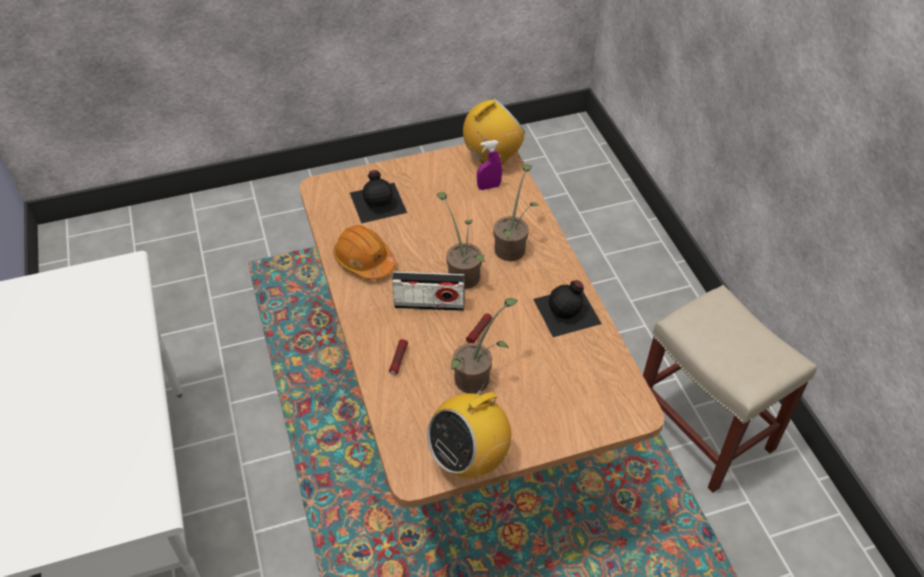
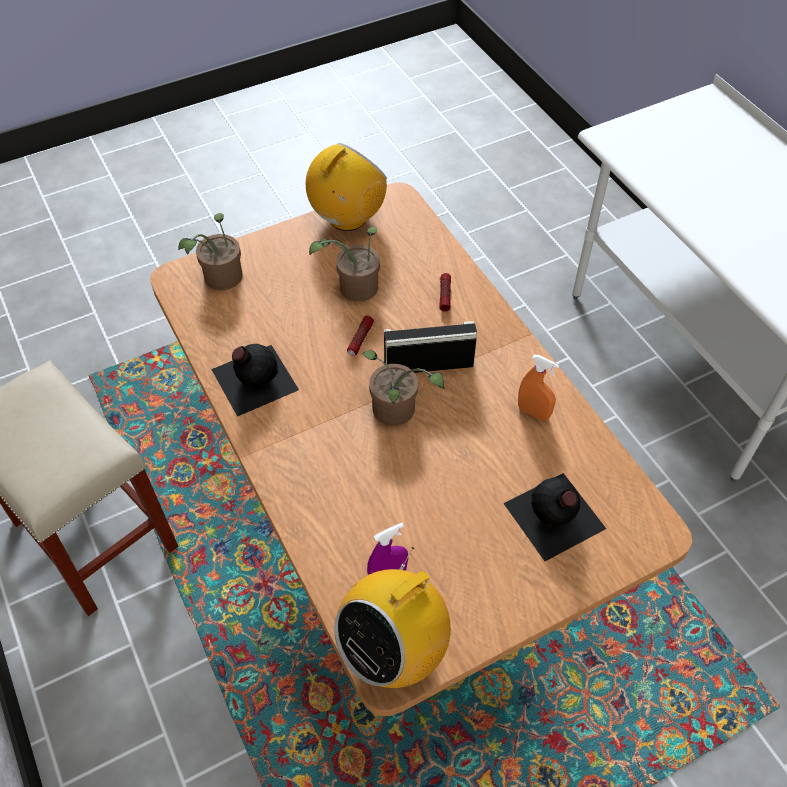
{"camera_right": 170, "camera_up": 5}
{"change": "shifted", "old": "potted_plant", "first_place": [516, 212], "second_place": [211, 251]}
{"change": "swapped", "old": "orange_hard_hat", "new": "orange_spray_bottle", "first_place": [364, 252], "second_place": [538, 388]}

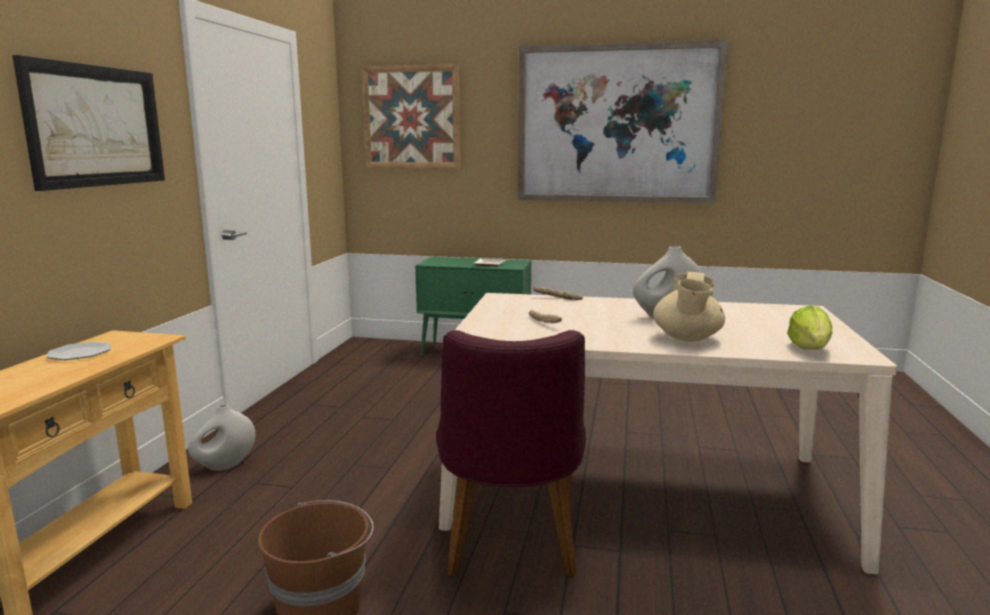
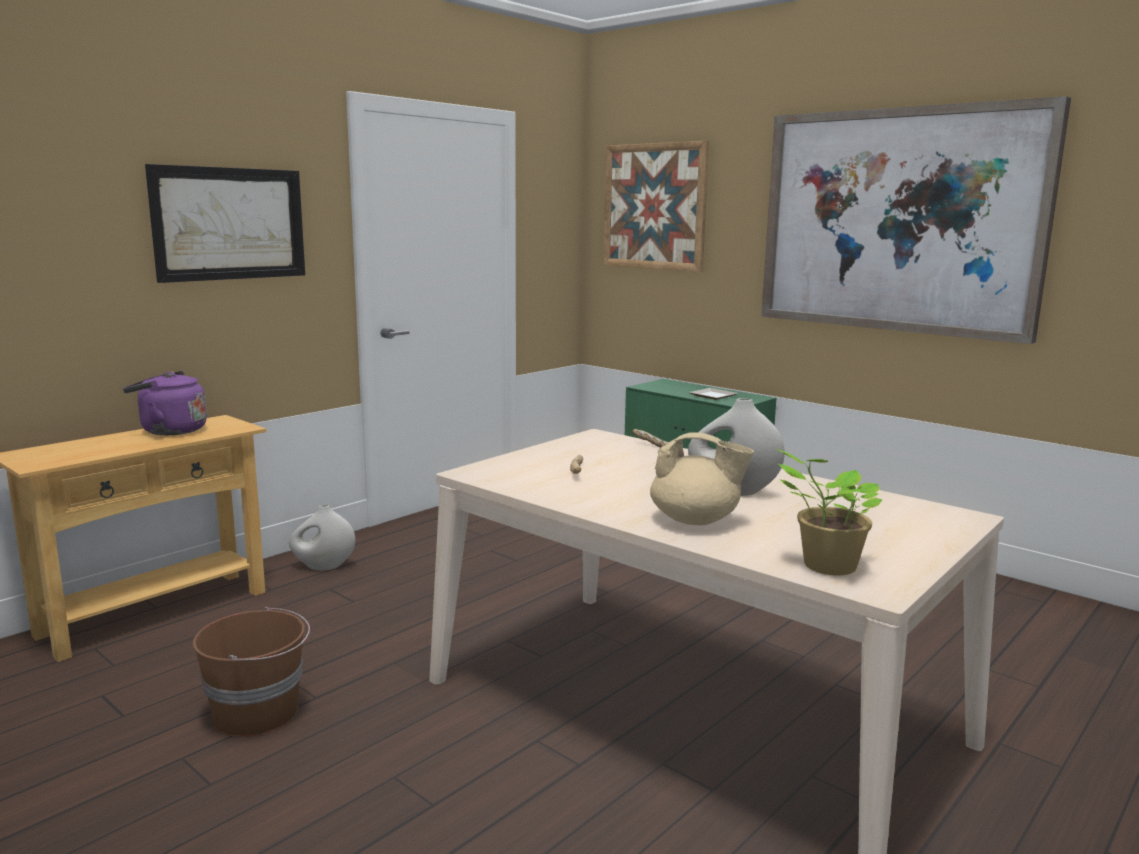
{"camera_right": 30, "camera_up": 0}
{"change": "swapped", "old": "plate", "new": "purple_kettle", "first_place": [79, 350], "second_place": [165, 403]}
{"change": "rotated", "old": "beige_teapot", "first_place": [689, 307], "second_place": [702, 478], "degrees": -120}
{"change": "swapped", "old": "lettuce", "new": "potted_plant", "first_place": [809, 327], "second_place": [830, 512]}
{"change": "gone", "old": "purple_chair", "first_place": [511, 453]}

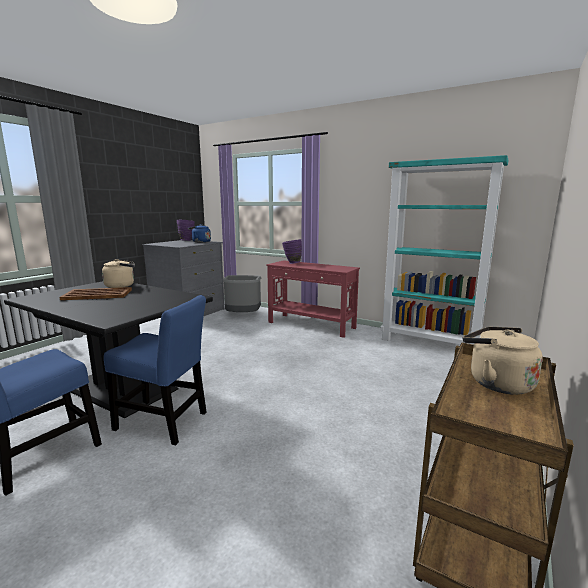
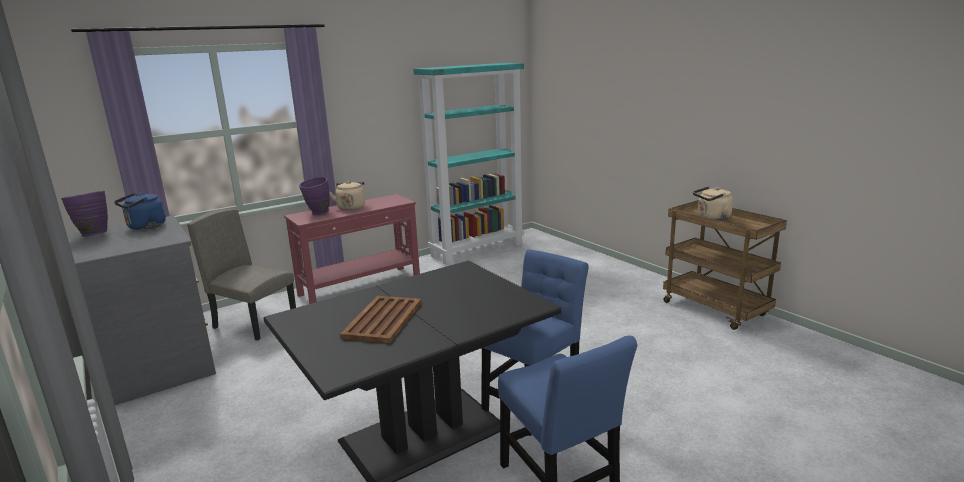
{"camera_right": -65, "camera_up": 5}
{"change": "swapped", "old": "grey_trash_can", "new": "beige_chair", "first_place": [242, 293], "second_place": [241, 274]}
{"change": "shifted", "old": "beige_kettle", "first_place": [118, 273], "second_place": [347, 195]}

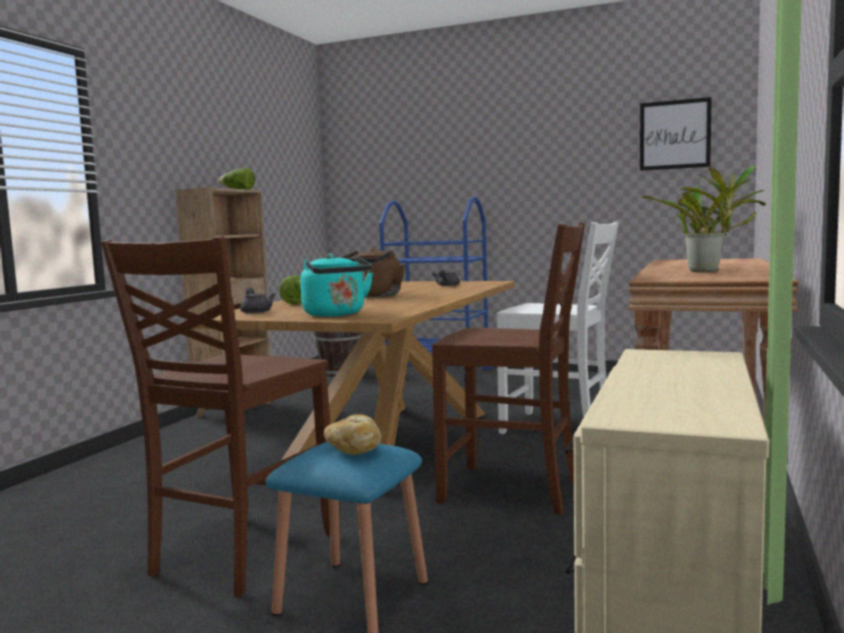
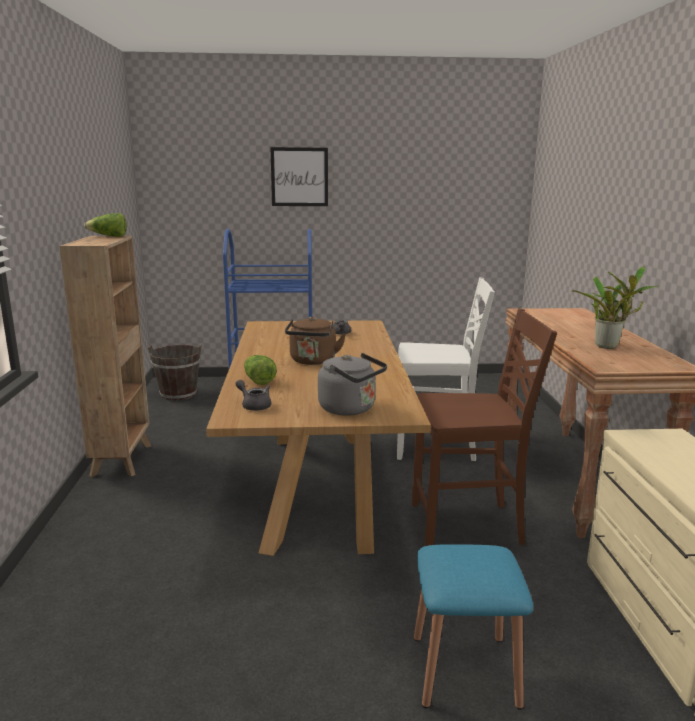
{"camera_right": -25, "camera_up": 10}
{"change": "shifted", "old": "picture", "first_place": [676, 134], "second_place": [299, 176]}
{"change": "repainted", "old": "turquoise_kettle", "new": "grey_kettle", "first_place": [336, 285], "second_place": [352, 384]}
{"change": "gone", "old": "brown_chair", "first_place": [215, 416]}
{"change": "gone", "old": "bread", "first_place": [352, 434]}

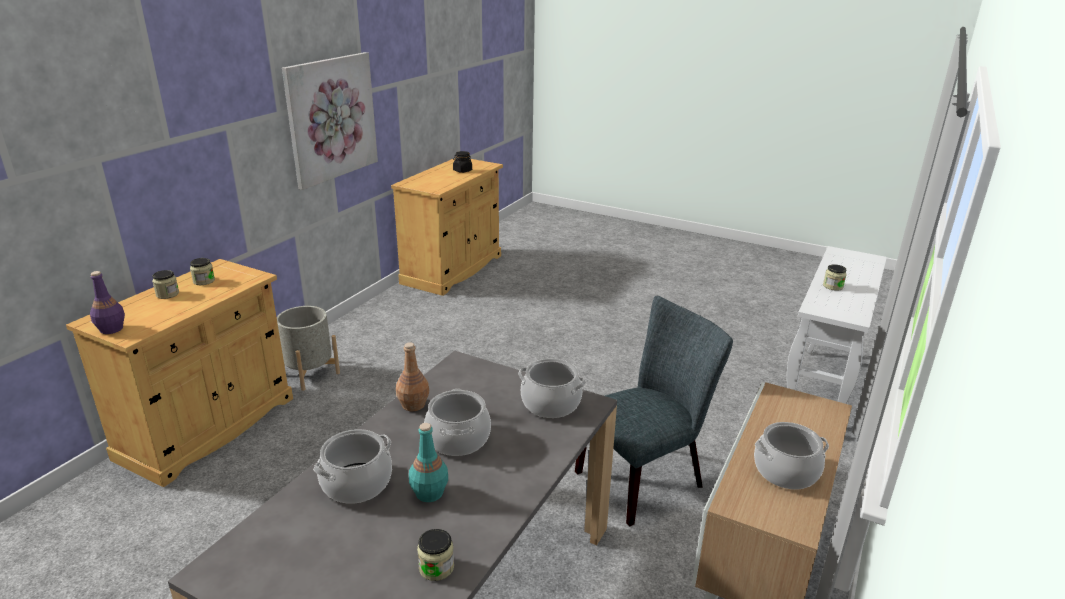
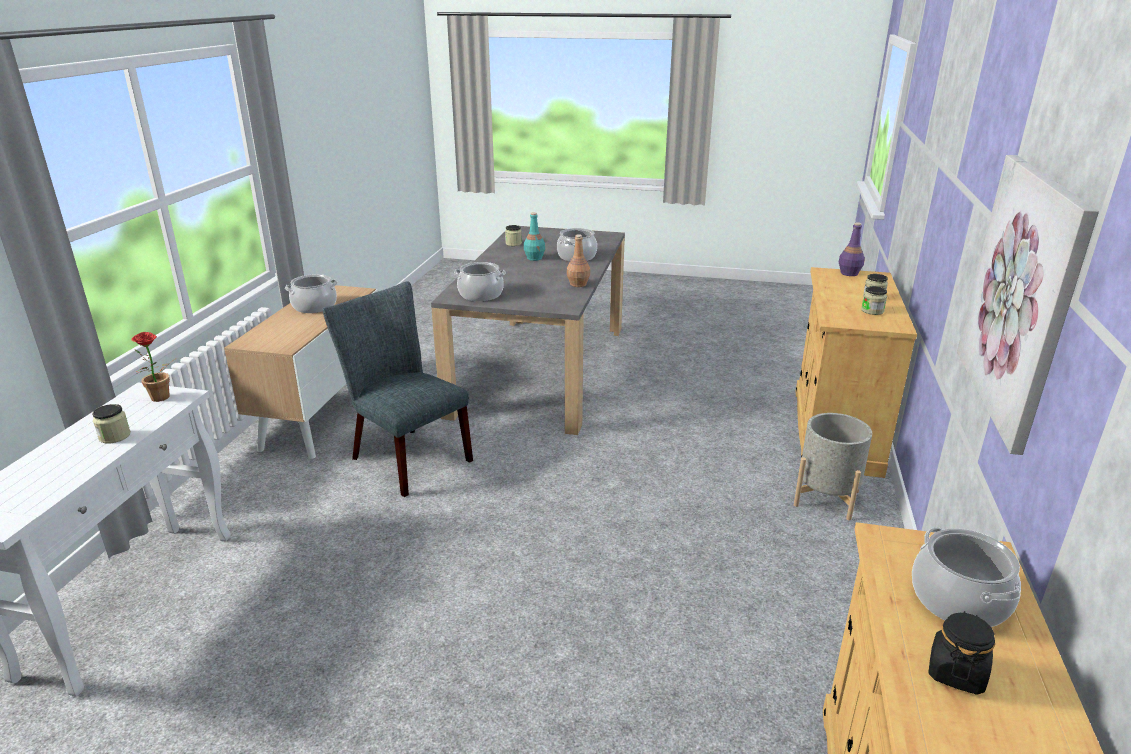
{"camera_right": 165, "camera_up": 0}
{"change": "new", "new": "potted_plant", "second_place": [154, 367]}
{"change": "rotated", "old": "grey_chair", "first_place": [654, 411], "second_place": [397, 389], "degrees": 90}
{"change": "shifted", "old": "cooking_pot", "first_place": [457, 422], "second_place": [966, 577]}

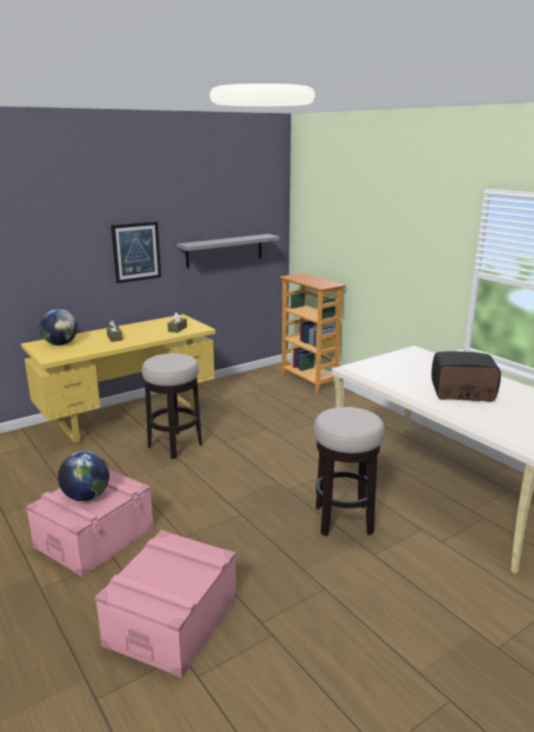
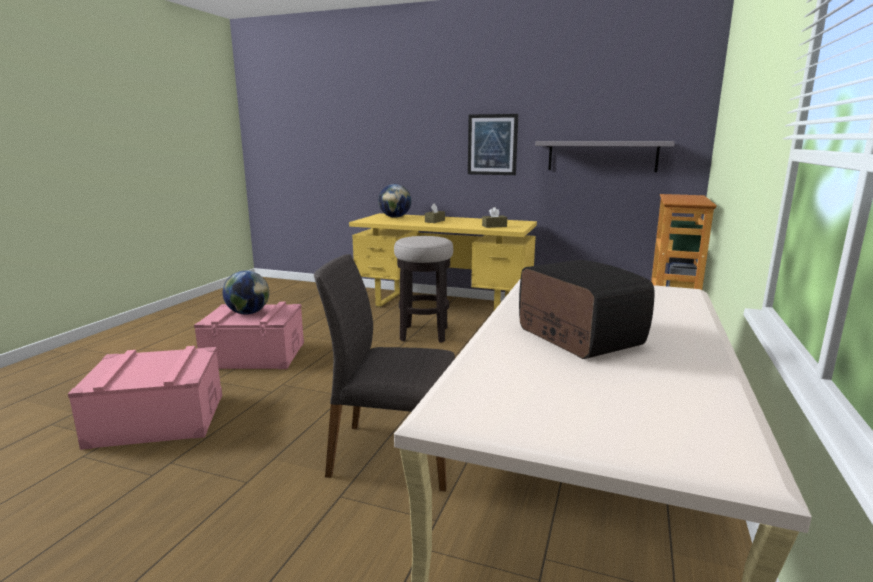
{"camera_right": 55, "camera_up": -5}
{"change": "swapped", "old": "stool", "new": "grey_chair", "first_place": [349, 471], "second_place": [384, 372]}

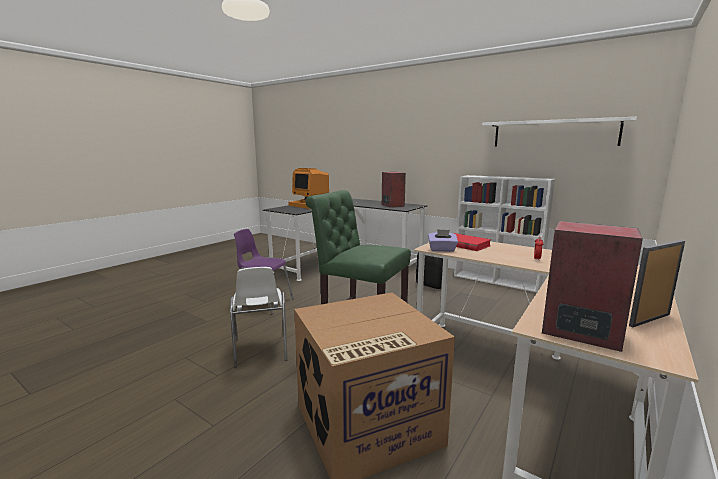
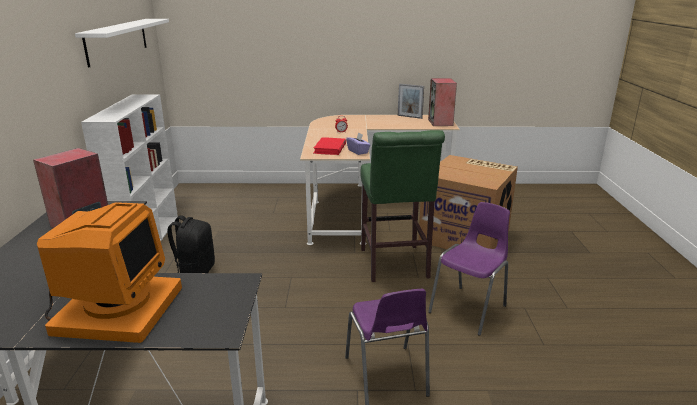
{"camera_right": -125, "camera_up": 10}
{"change": "repainted", "old": "white_chair", "new": "purple_chair", "first_place": [259, 317], "second_place": [469, 269]}

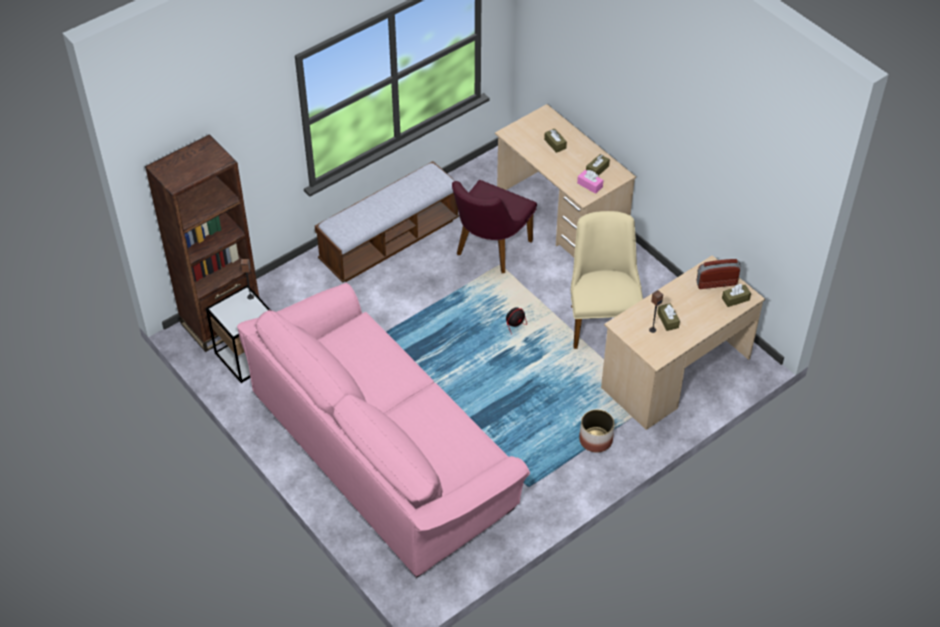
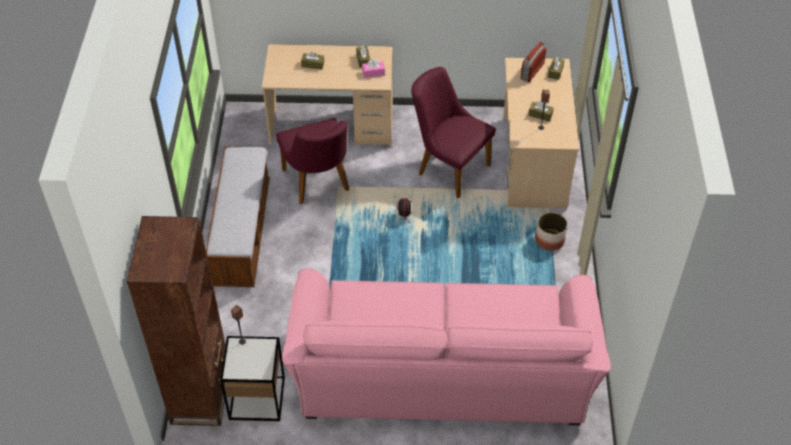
{"camera_right": -50, "camera_up": 0}
{"change": "repainted", "old": "beige_chair", "new": "purple_chair", "first_place": [607, 280], "second_place": [453, 132]}

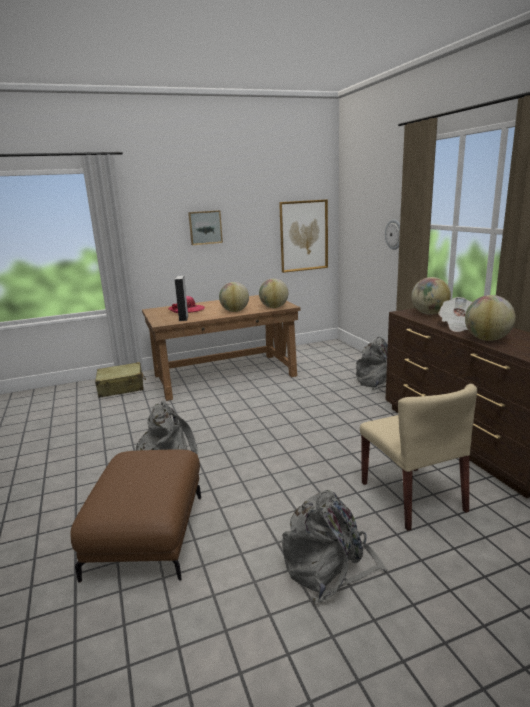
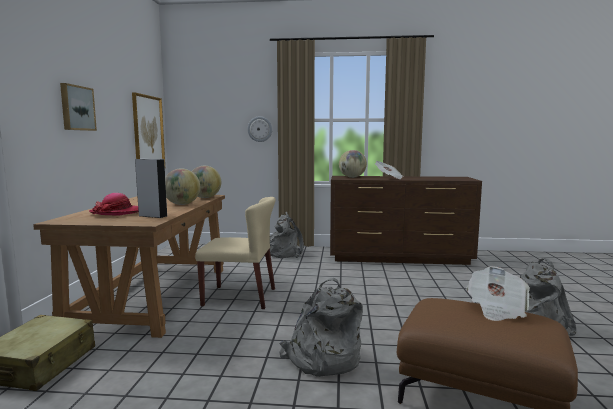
{"camera_right": -65, "camera_up": -10}
{"change": "shifted", "old": "beige_chair", "first_place": [418, 457], "second_place": [235, 253]}
{"change": "new", "new": "newspaper", "second_place": [498, 293]}
{"change": "gone", "old": "globe", "first_place": [490, 318]}

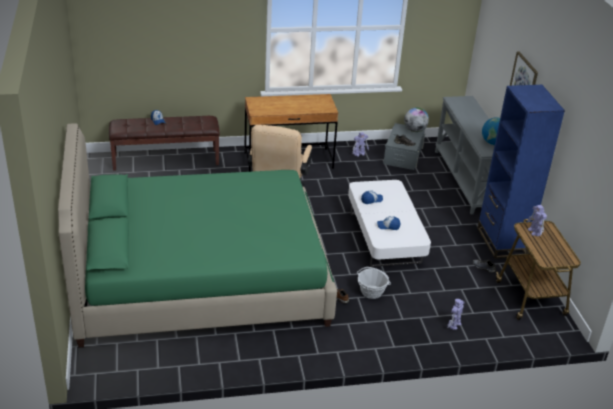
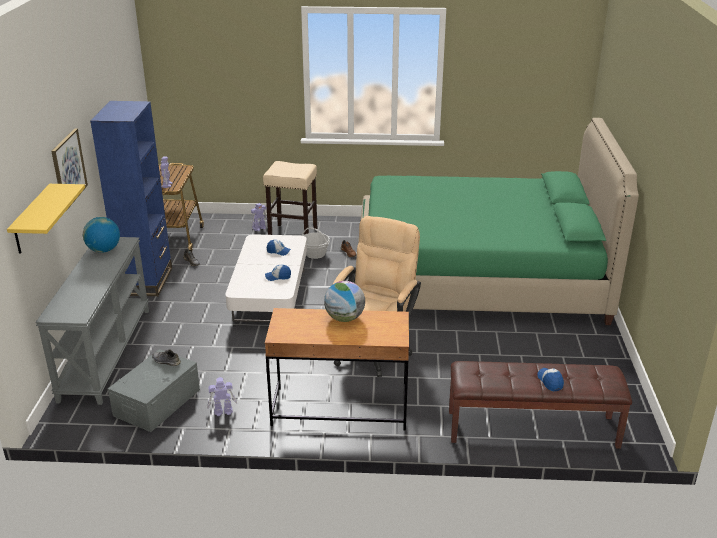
{"camera_right": -165, "camera_up": -5}
{"change": "new", "new": "yellow_shelf", "second_place": [46, 219]}
{"change": "new", "new": "beige_stool", "second_place": [290, 198]}
{"change": "shifted", "old": "globe", "first_place": [416, 120], "second_place": [344, 301]}

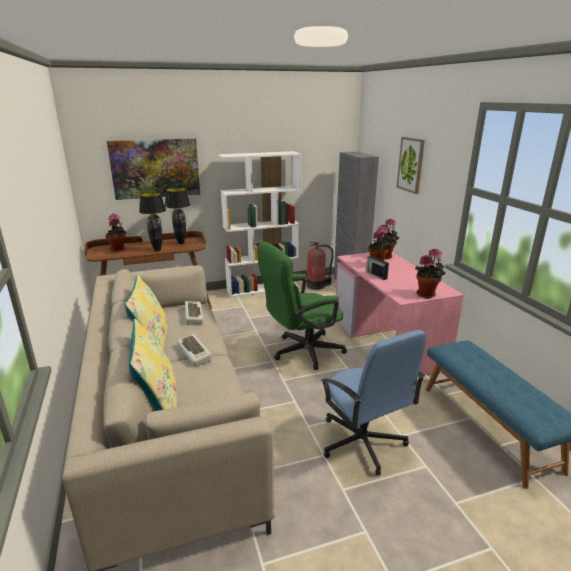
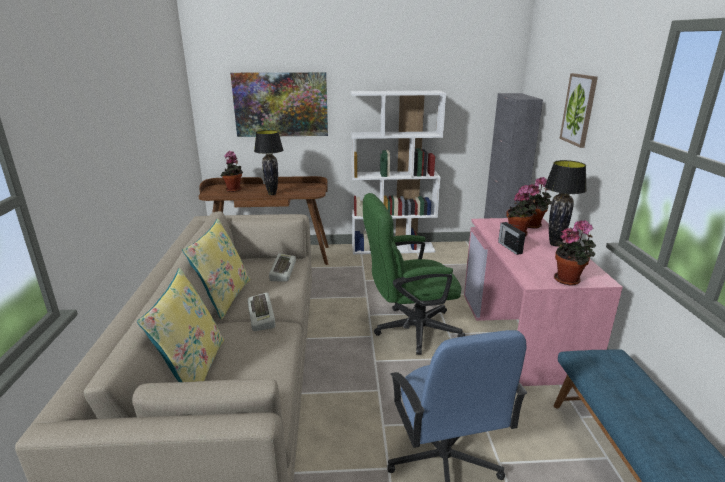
{"camera_right": 15, "camera_up": 0}
{"change": "shifted", "old": "black_table_lamp", "first_place": [177, 216], "second_place": [566, 203]}
{"change": "gone", "old": "fire_extinguisher", "first_place": [320, 266]}

